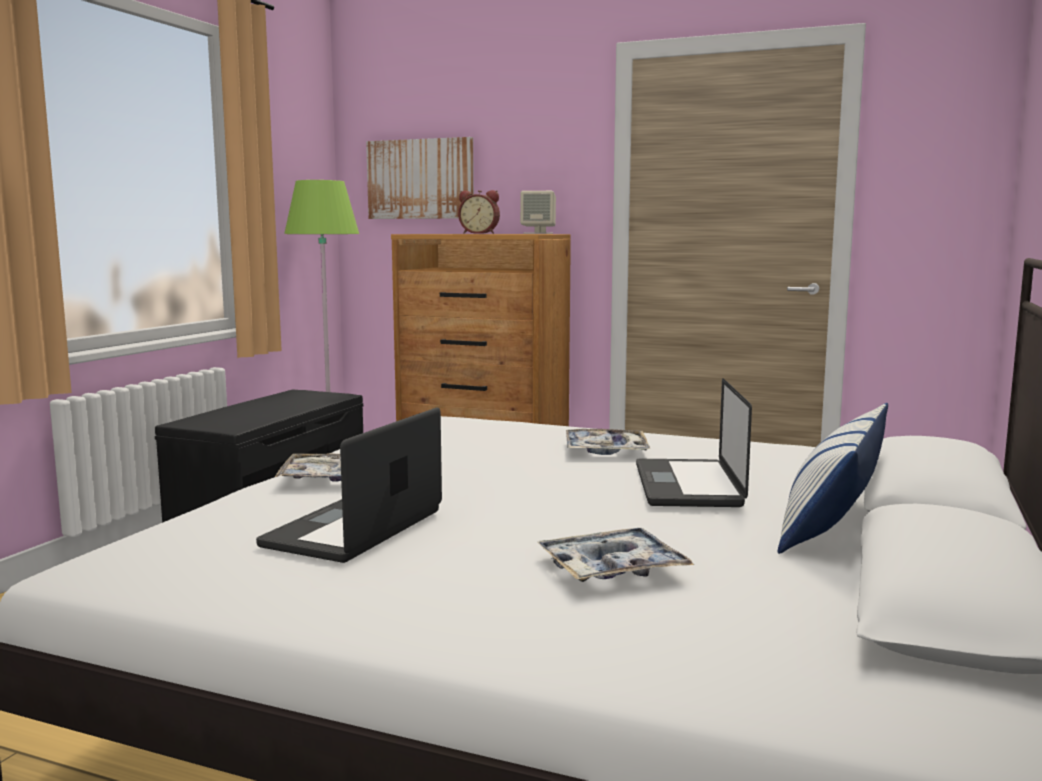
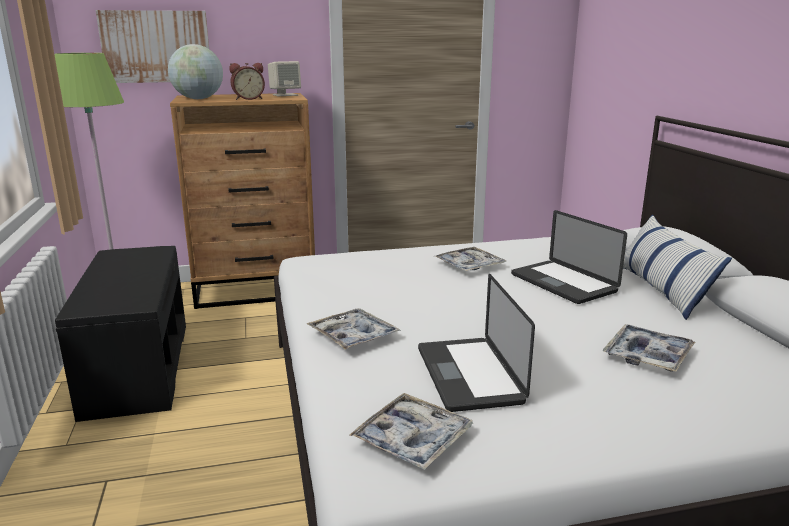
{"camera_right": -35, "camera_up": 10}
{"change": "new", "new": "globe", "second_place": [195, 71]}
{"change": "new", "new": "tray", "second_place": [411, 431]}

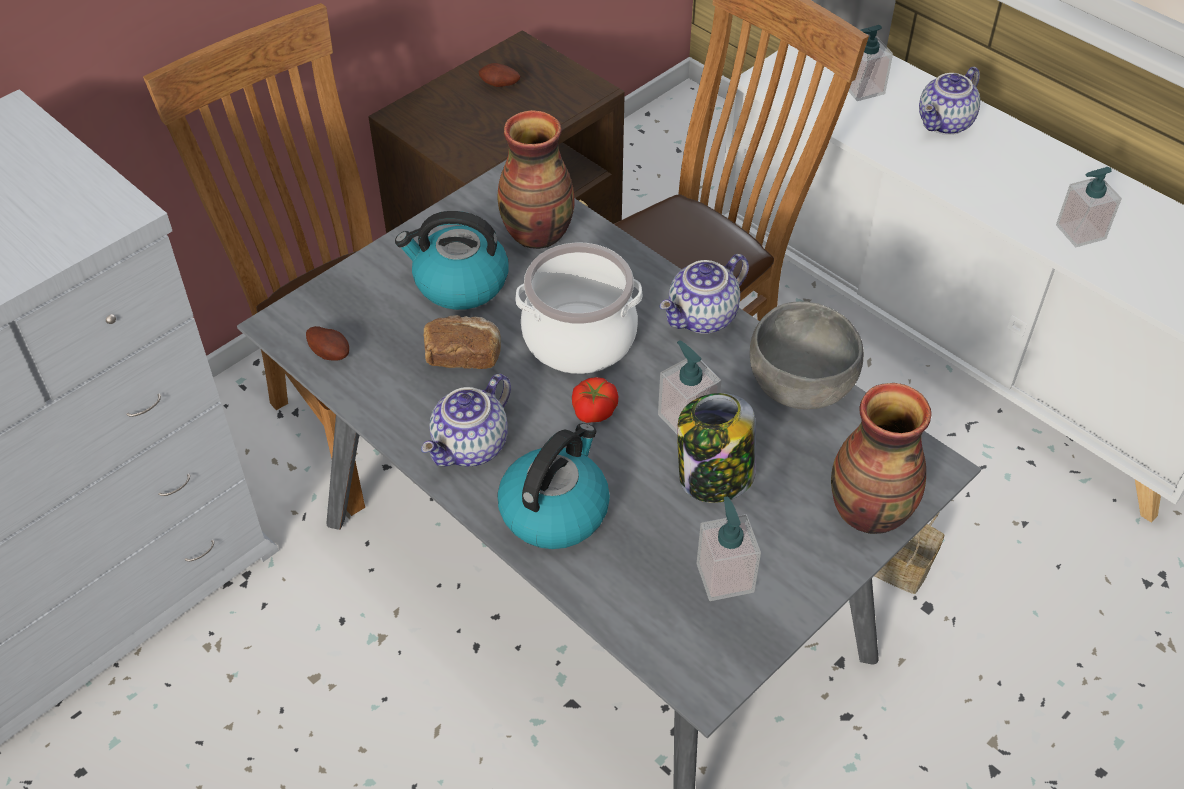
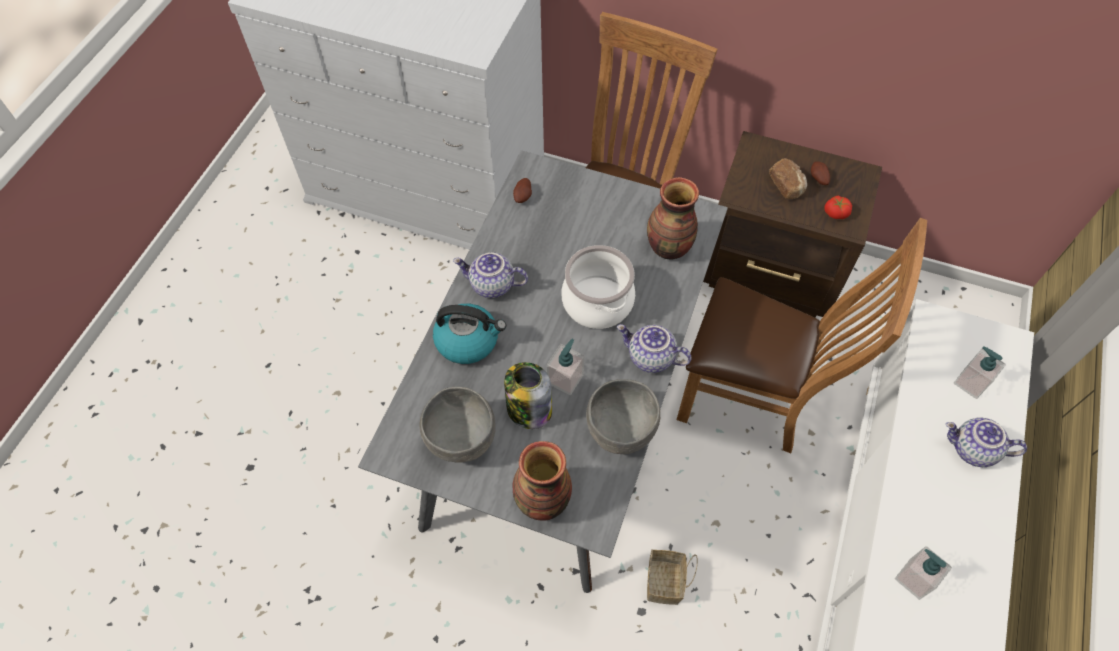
{"camera_right": 65, "camera_up": 10}
{"change": "swapped", "old": "soap_dispenser", "new": "grey_bowl", "first_place": [728, 549], "second_place": [457, 425]}
{"change": "shifted", "old": "bread", "first_place": [462, 342], "second_place": [788, 178]}
{"change": "shifted", "old": "tomato", "first_place": [595, 400], "second_place": [838, 207]}
{"change": "gone", "old": "kettle", "first_place": [451, 260]}

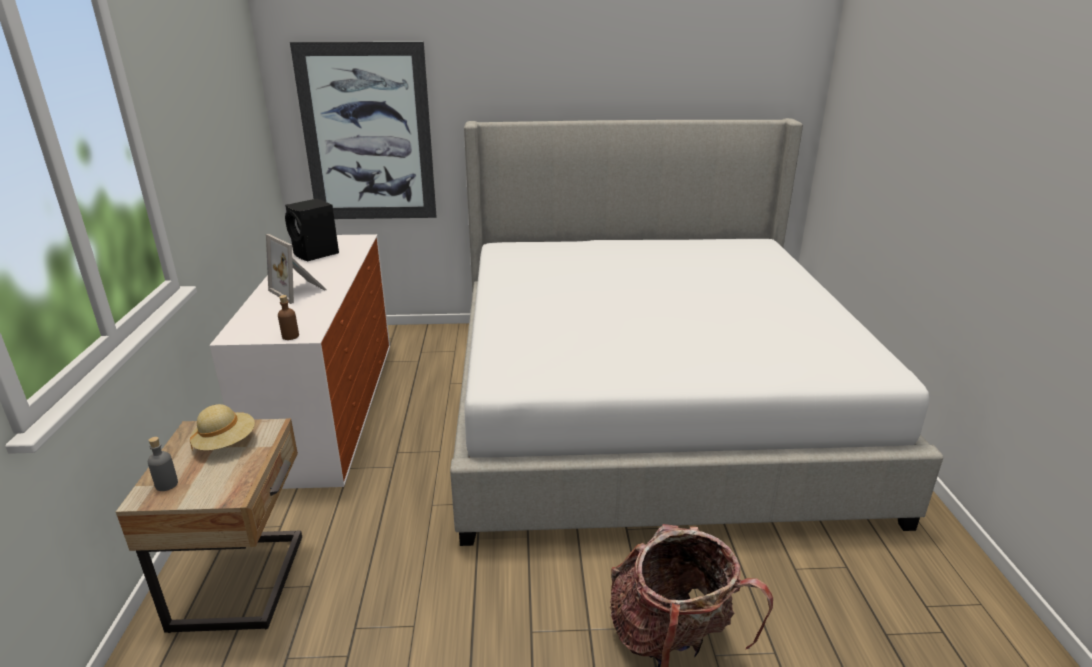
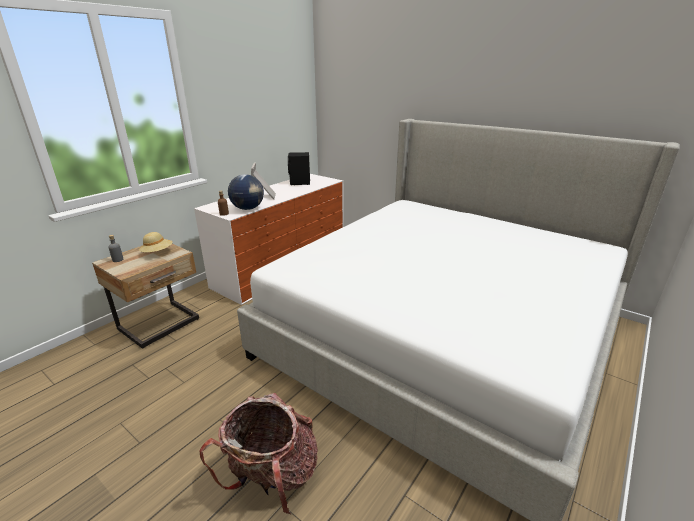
{"camera_right": 40, "camera_up": 0}
{"change": "new", "new": "globe", "second_place": [246, 192]}
{"change": "gone", "old": "picture", "first_place": [363, 130]}

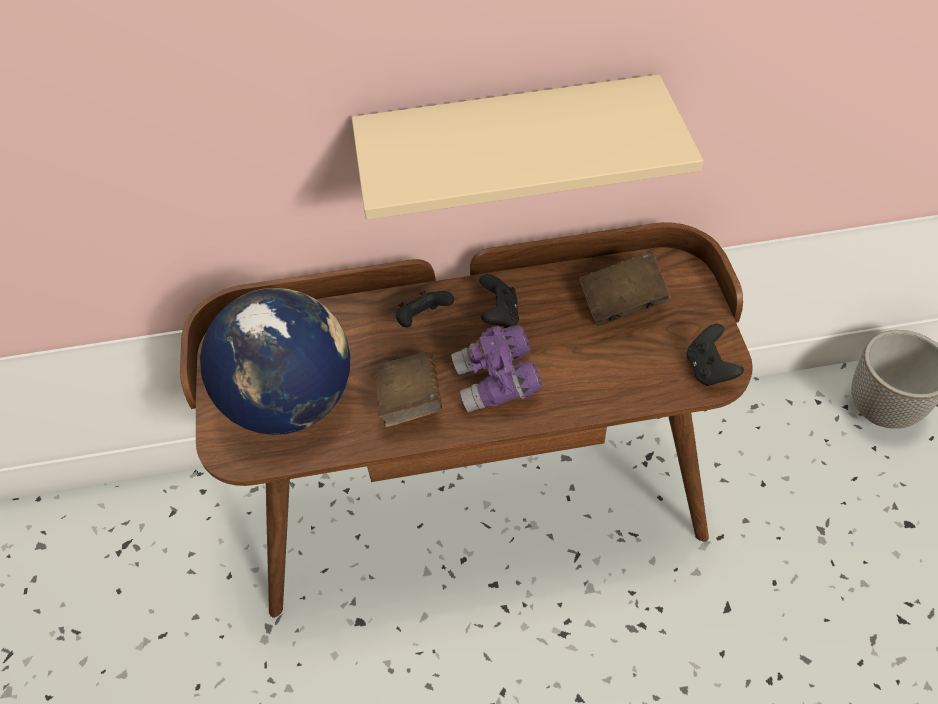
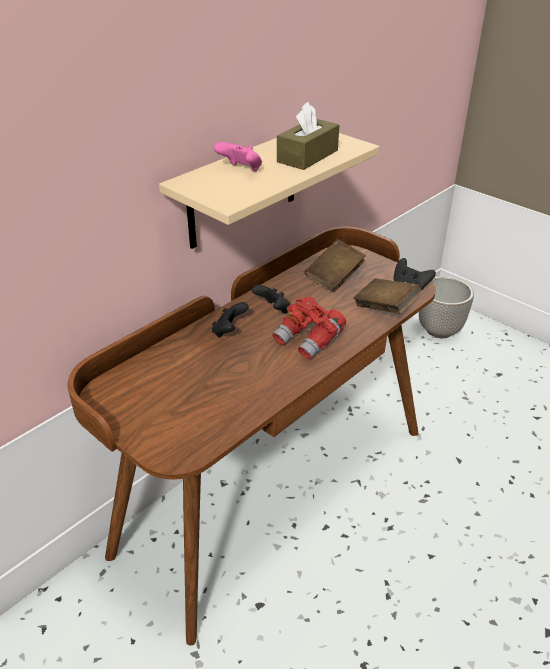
{"camera_right": -40, "camera_up": -15}
{"change": "new", "new": "pink_game_controller", "second_place": [238, 156]}
{"change": "repainted", "old": "purple_binoculars", "new": "red_binoculars", "first_place": [496, 369], "second_place": [309, 328]}
{"change": "new", "new": "brown_tissue_box", "second_place": [308, 136]}
{"change": "shifted", "old": "brown_book", "first_place": [408, 389], "second_place": [387, 296]}
{"change": "gone", "old": "globe", "first_place": [275, 361]}

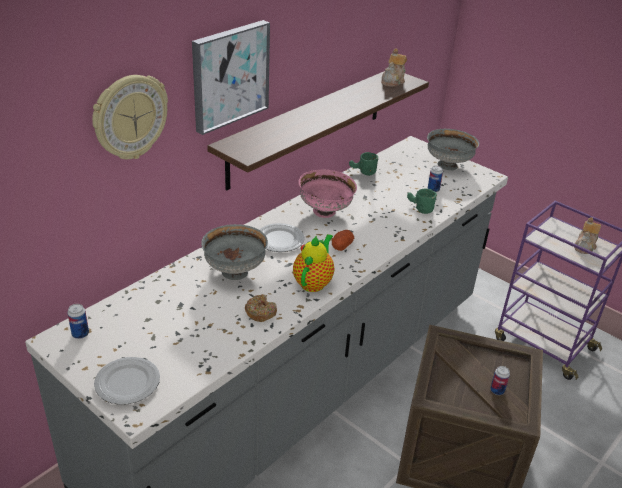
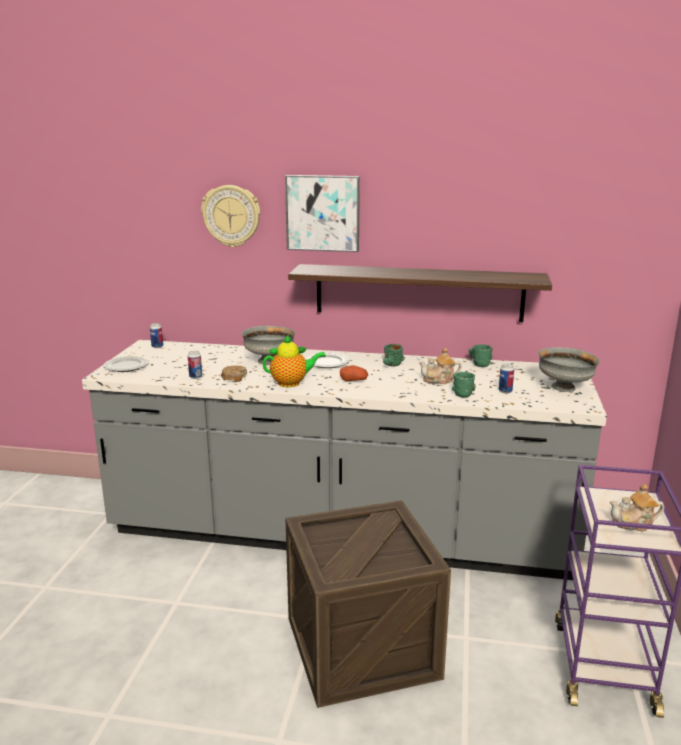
{"camera_right": 60, "camera_up": -15}
{"change": "shifted", "old": "can", "first_place": [500, 380], "second_place": [195, 365]}
{"change": "swapped", "old": "pink_bowl", "new": "green_mug", "first_place": [328, 194], "second_place": [394, 355]}
{"change": "shifted", "old": "teapot", "first_place": [394, 67], "second_place": [440, 366]}

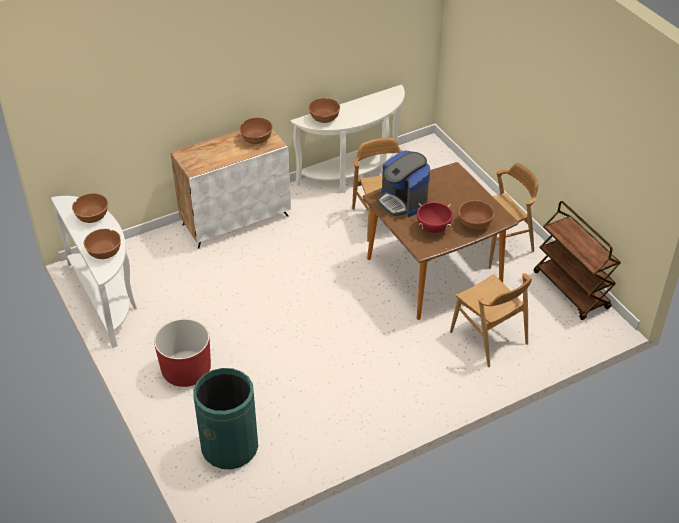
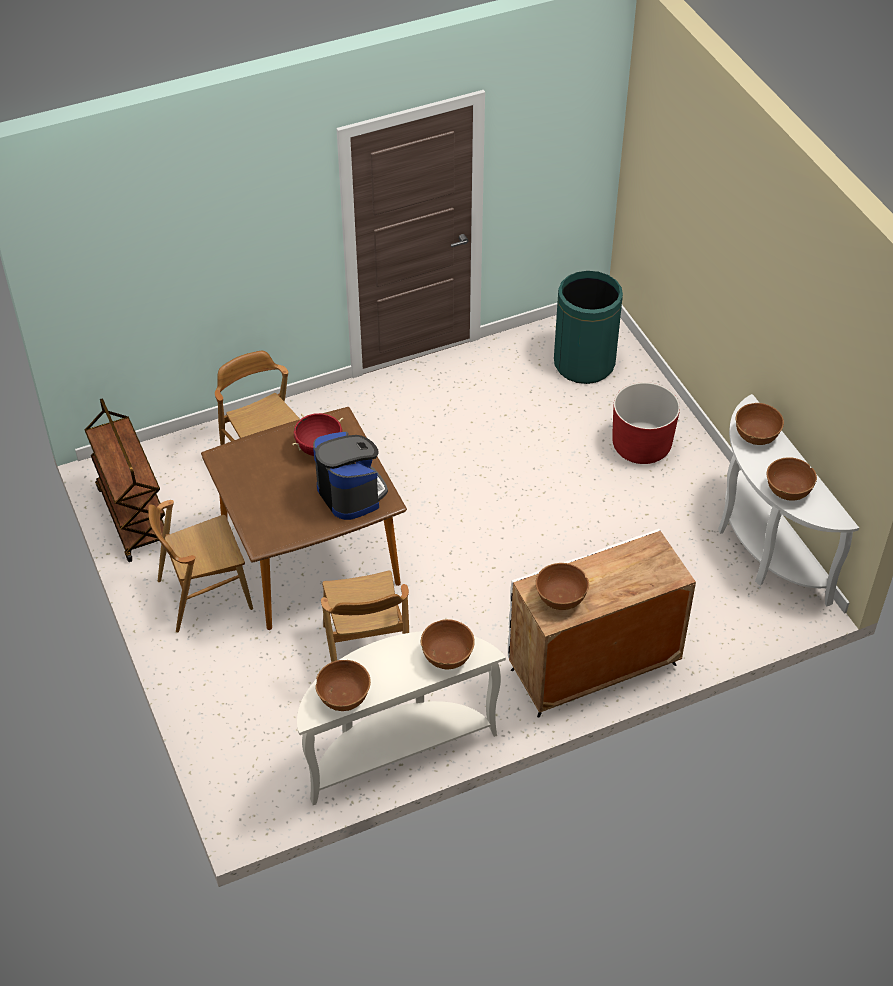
{"camera_right": -175, "camera_up": 5}
{"change": "shifted", "old": "brown_bowl", "first_place": [476, 215], "second_place": [343, 685]}

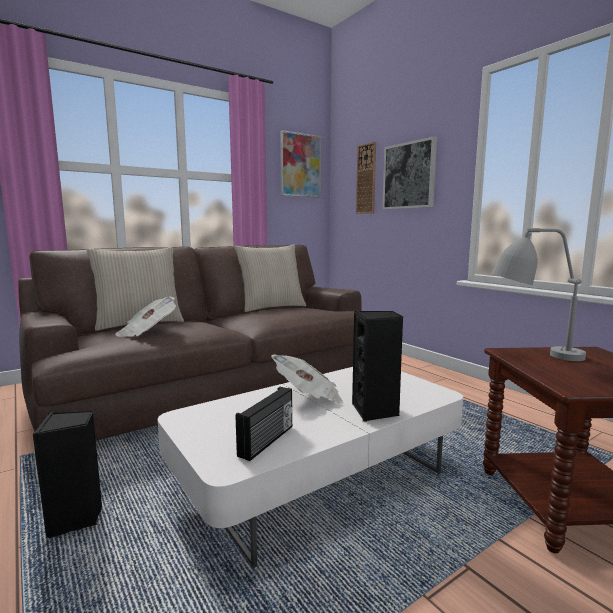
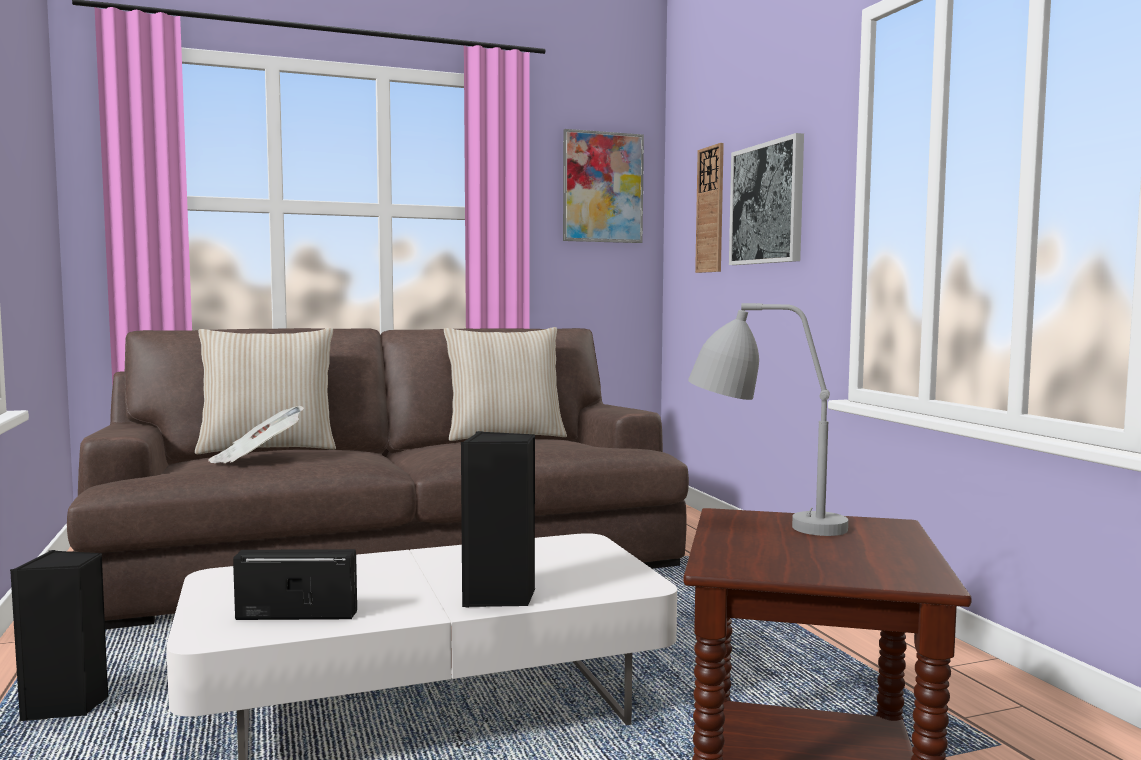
{"camera_right": 15, "camera_up": -5}
{"change": "rotated", "old": "radio", "first_place": [264, 424], "second_place": [295, 584], "degrees": -135}
{"change": "gone", "old": "newspaper", "first_place": [307, 379]}

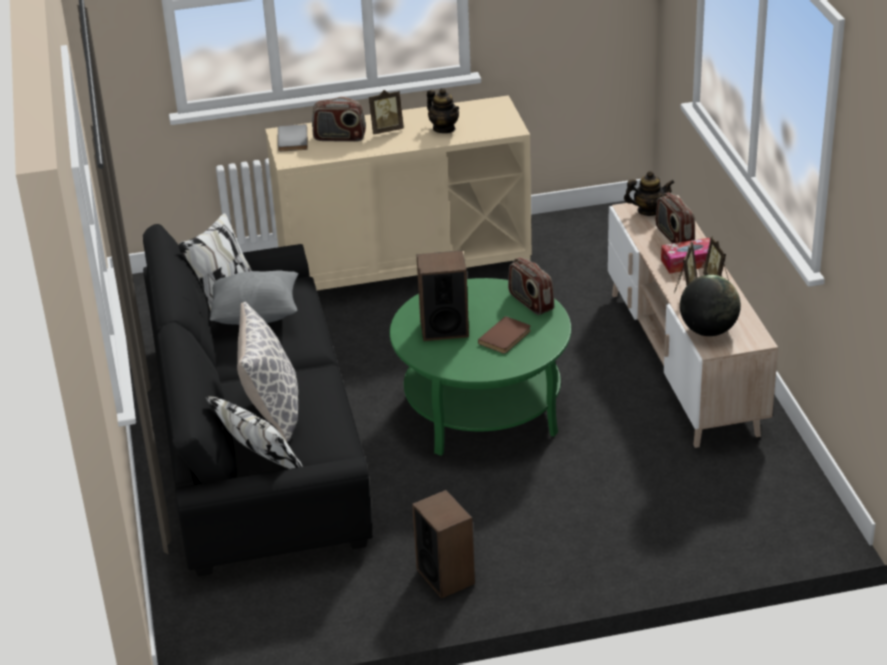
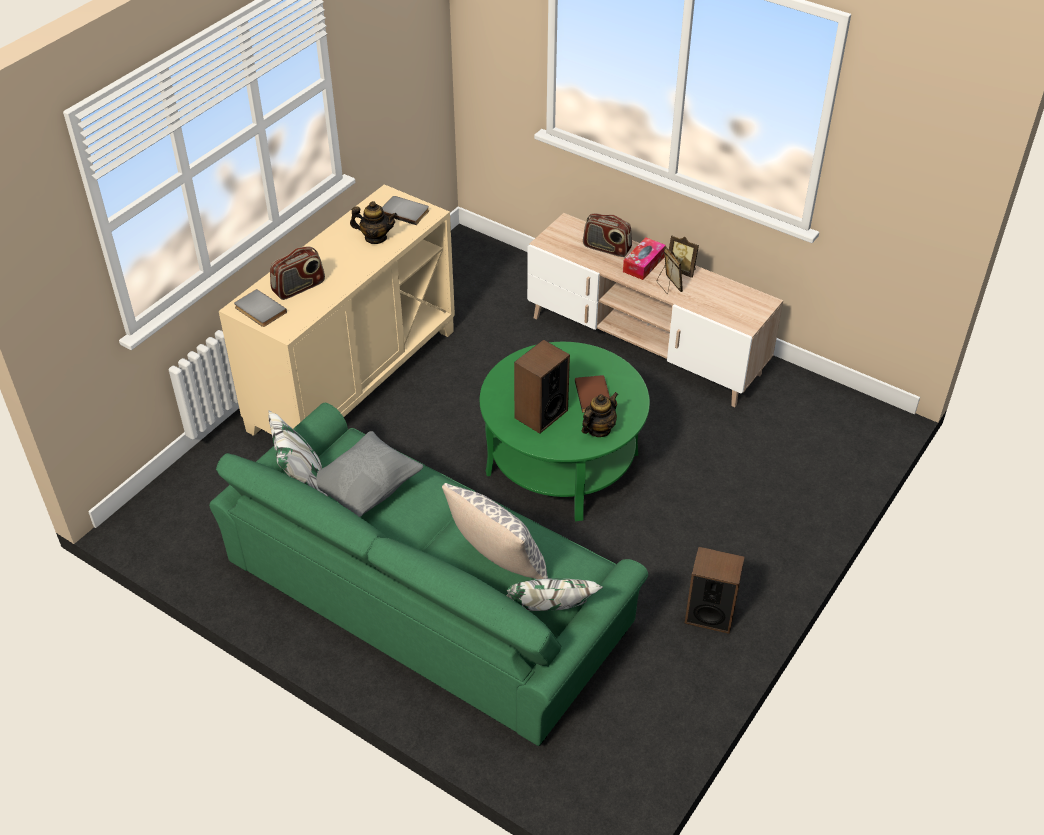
{"camera_right": -45, "camera_up": 10}
{"change": "repainted", "old": "black_sofa", "new": "green_sofa", "first_place": [258, 395], "second_place": [428, 574]}
{"change": "new", "new": "grey_book", "second_place": [405, 210]}
{"change": "shifted", "old": "teapot", "first_place": [649, 193], "second_place": [600, 414]}
{"change": "gone", "old": "picture_frame", "first_place": [386, 112]}
{"change": "gone", "old": "radio", "first_place": [531, 286]}
{"change": "gone", "old": "globe", "first_place": [710, 305]}

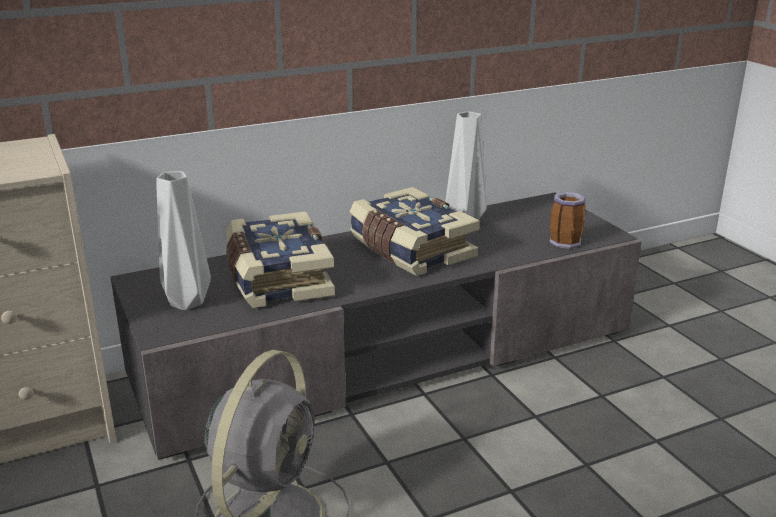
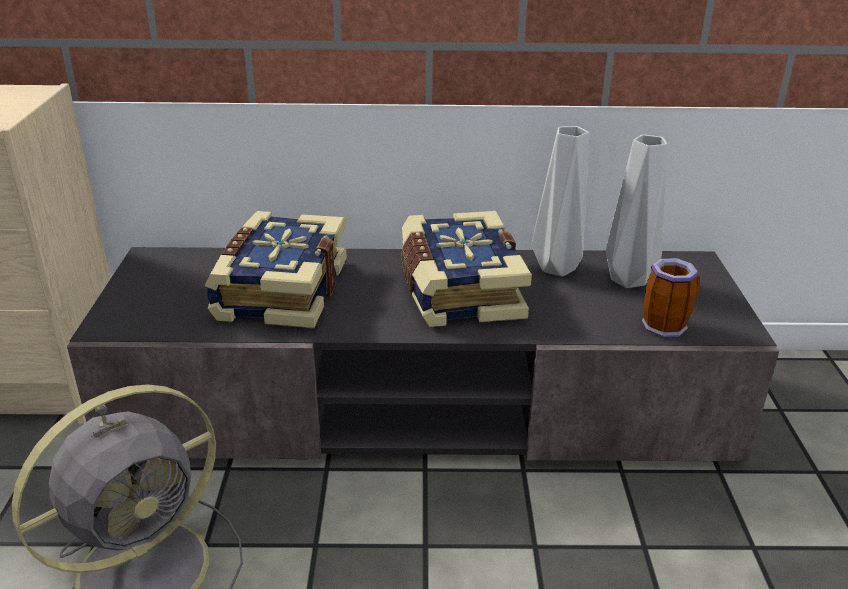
{"camera_right": 25, "camera_up": 5}
{"change": "shifted", "old": "grey_vase", "first_place": [183, 240], "second_place": [636, 211]}

